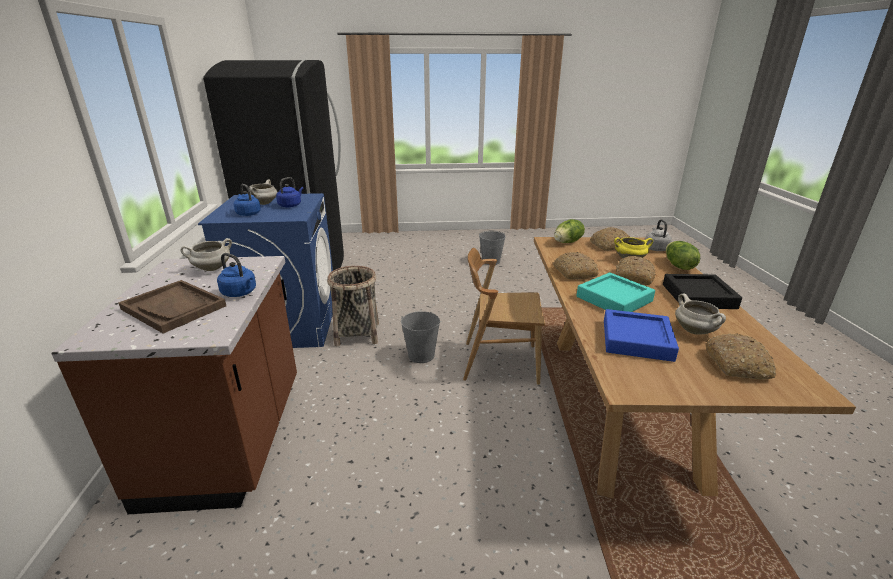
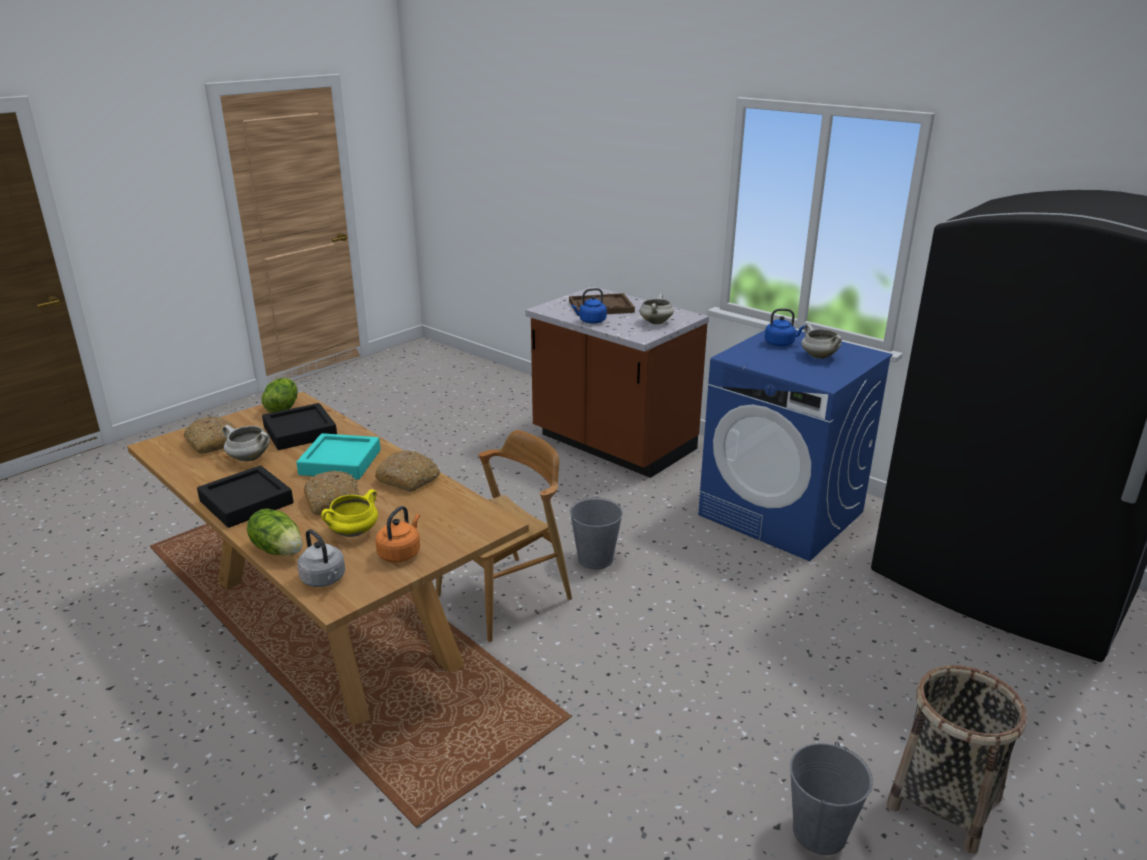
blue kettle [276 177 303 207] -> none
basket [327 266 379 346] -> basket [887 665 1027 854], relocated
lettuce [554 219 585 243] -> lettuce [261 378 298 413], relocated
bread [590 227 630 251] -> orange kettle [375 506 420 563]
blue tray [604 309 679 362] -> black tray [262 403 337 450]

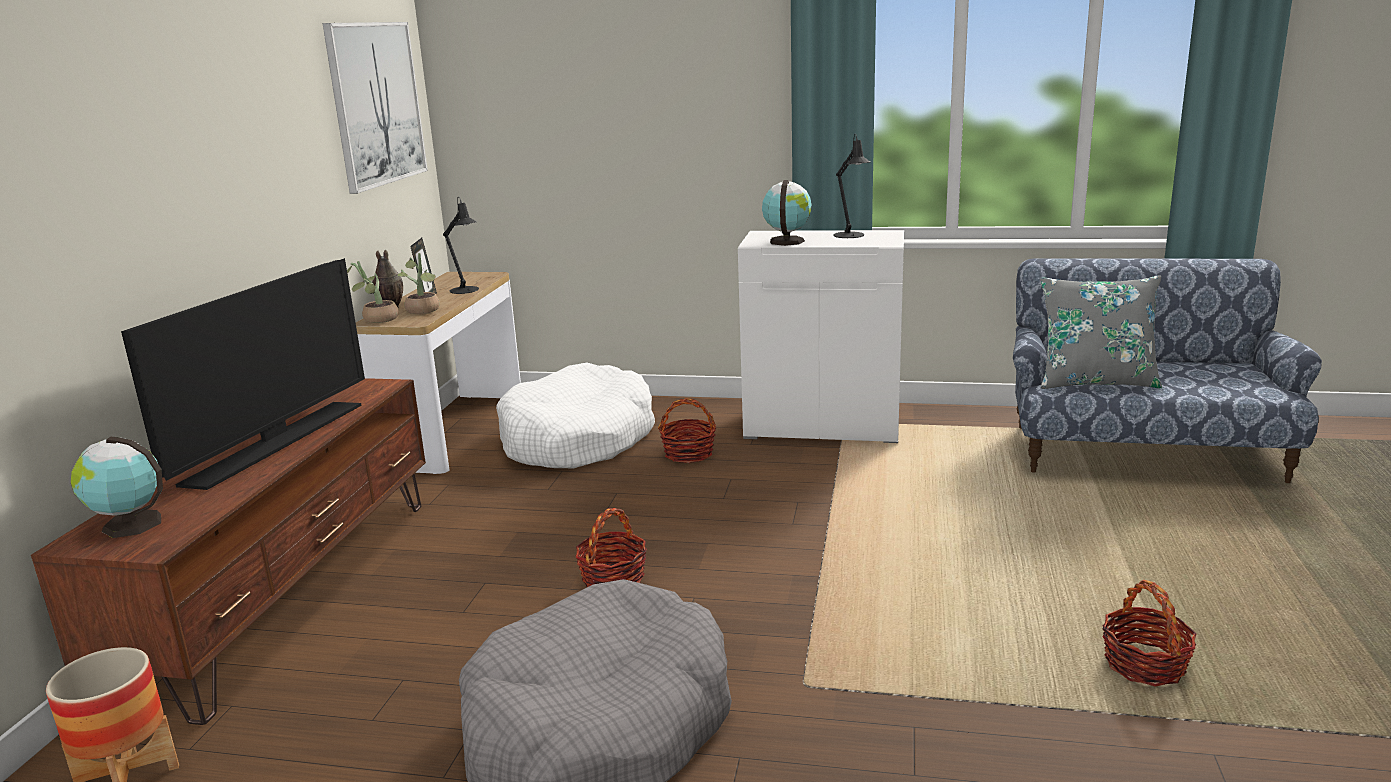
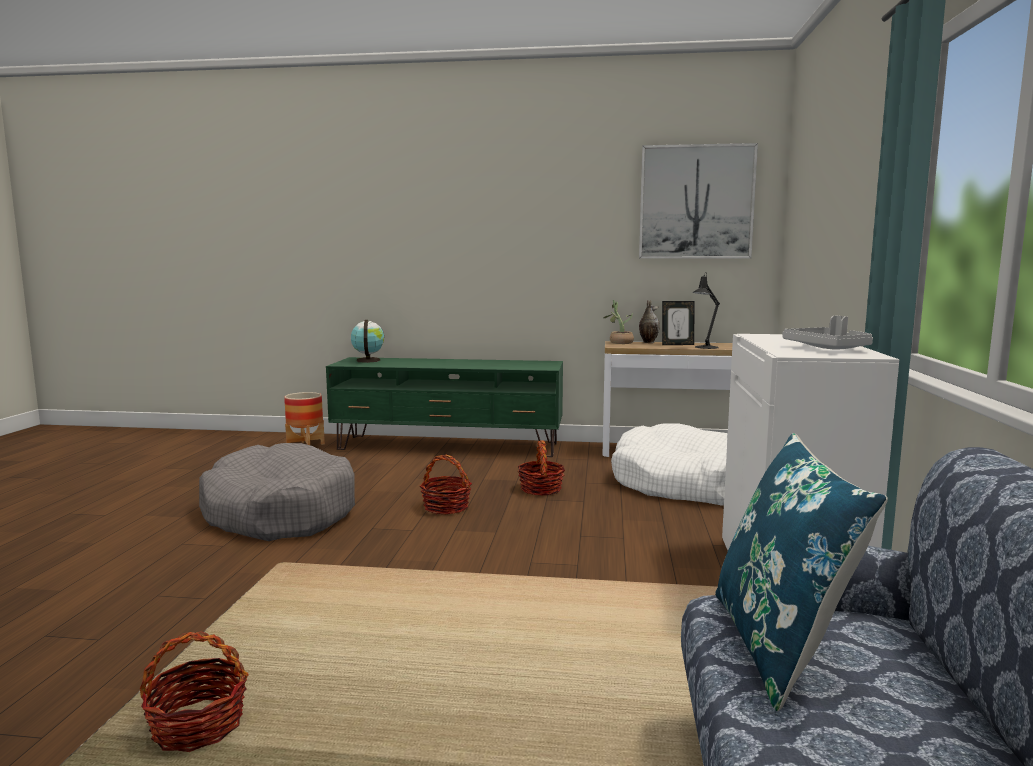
brown tv stand [31 378 426 725] -> green tv stand [326 357 563 457]
television [121 258 365 490] -> none
potted plant [397 253 440 314] -> none
basket [658 398 716 463] -> basket [518 440 565 496], relocated
globe [762 180 812 246] -> none
black table lamp [833 134 870 238] -> grey tray [782 316 873 349]
grey pillow [1041 275 1162 389] -> blue pillow [715 433 888 711]

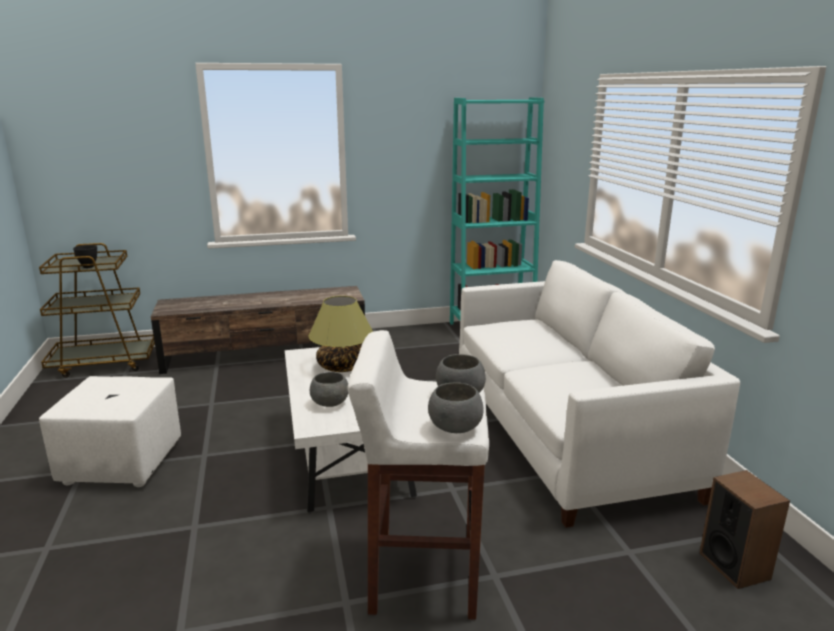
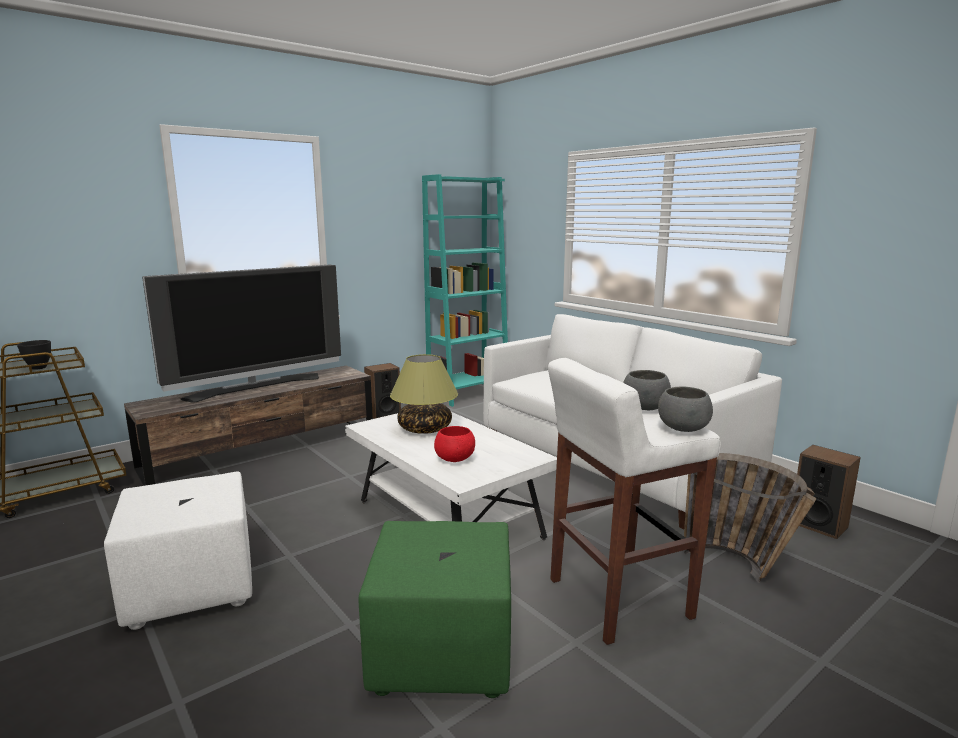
grey bowl [310 372 348 407] -> red bowl [434 426 475 462]
none -> television [142 264 341 403]
none -> green ottoman [358 521 511 698]
none -> speaker [364 363 401 419]
none -> basket [684 453 816 582]

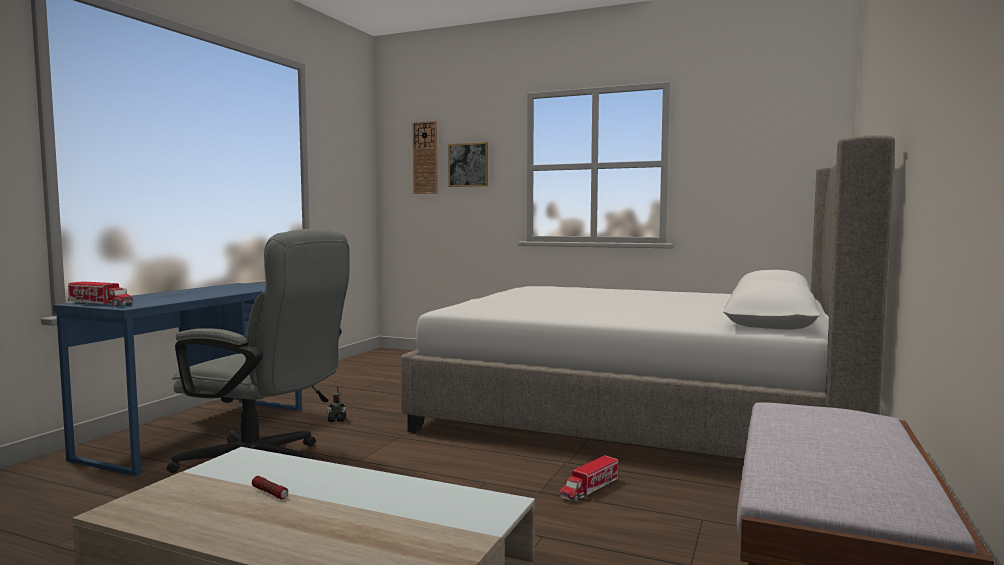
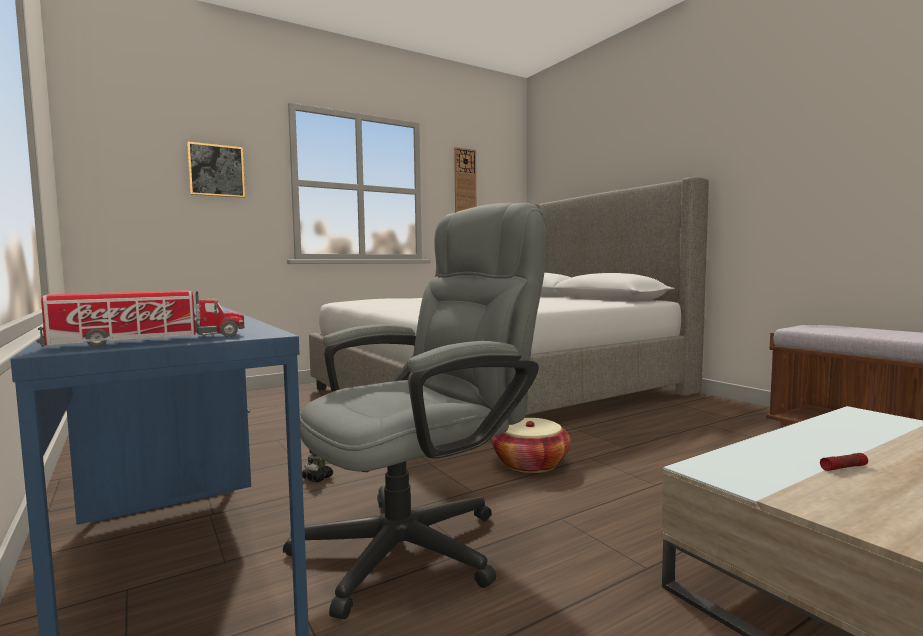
wall clock [413 121 438 194] -> wall clock [454 147 477 213], relocated
toy truck [559 455 619 502] -> none
none -> basket [491 418 571 473]

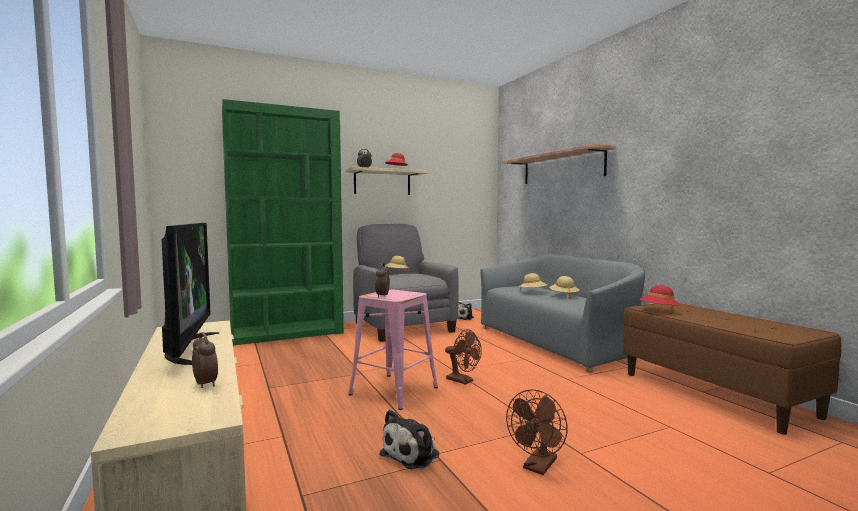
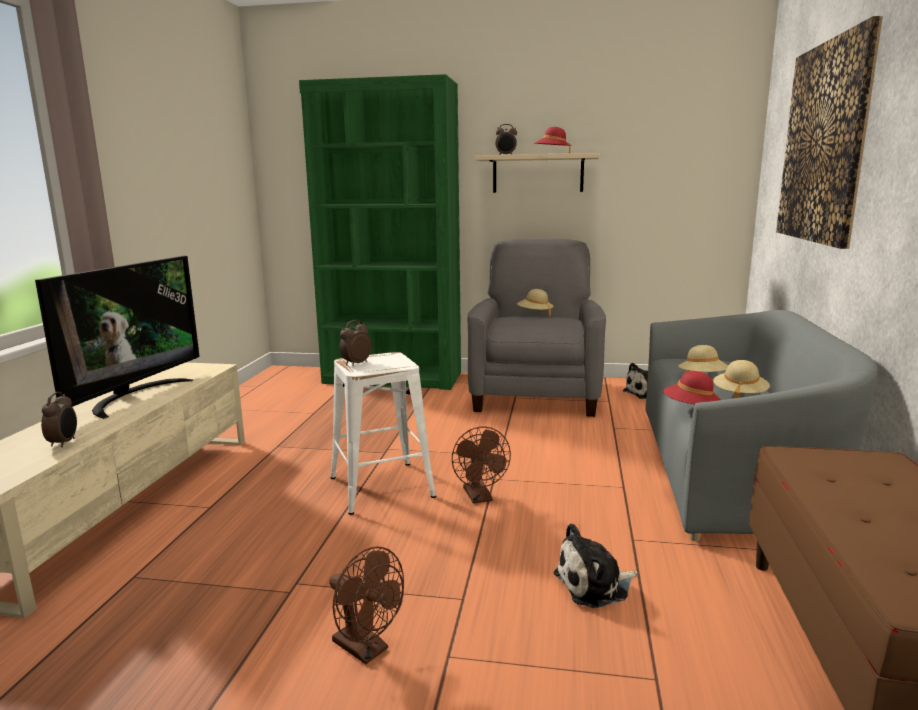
pink stool [348 290 438 410] -> white stool [331 352 436 515]
plush toy [379 409 439 469] -> plush toy [554 523 638 608], relocated
shelf [502 144 616 184] -> picture [776 16 883 249]
brown fan [506 389 568 475] -> brown fan [329 547 404 664], 120 degrees counterclockwise
red hat [639 285 681 310] -> red hat [663 371 721 404], relocated

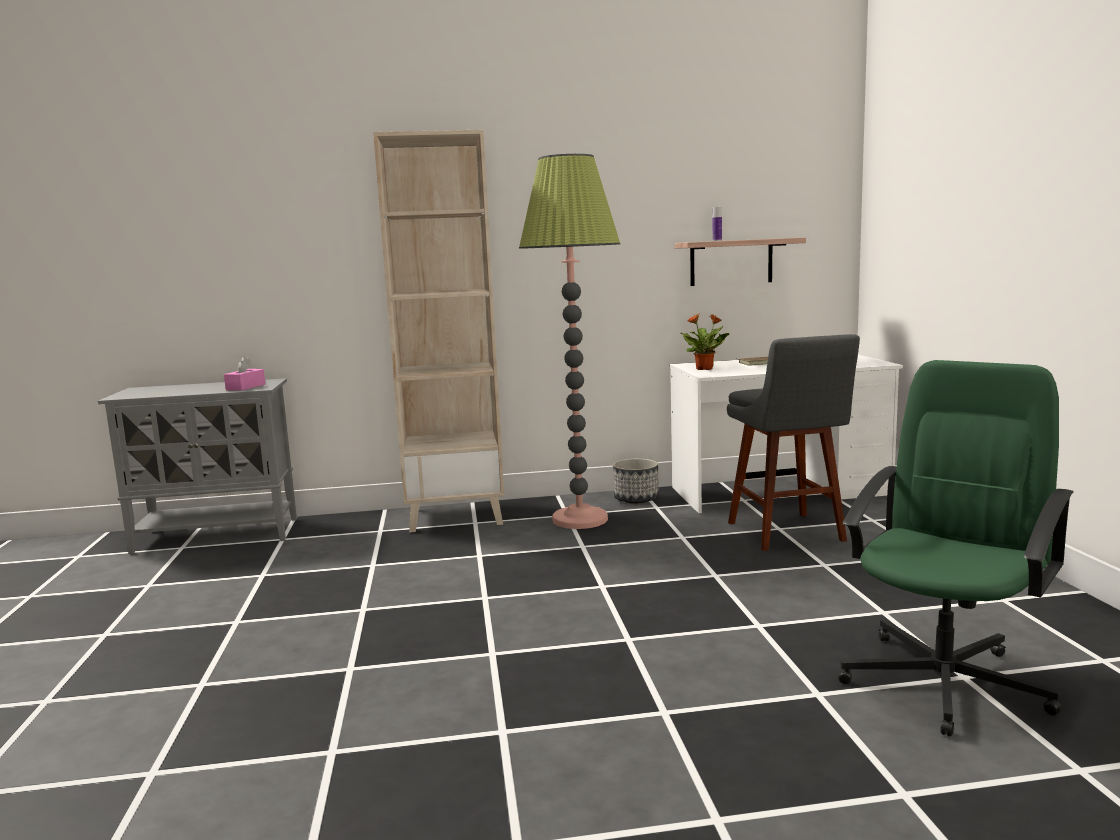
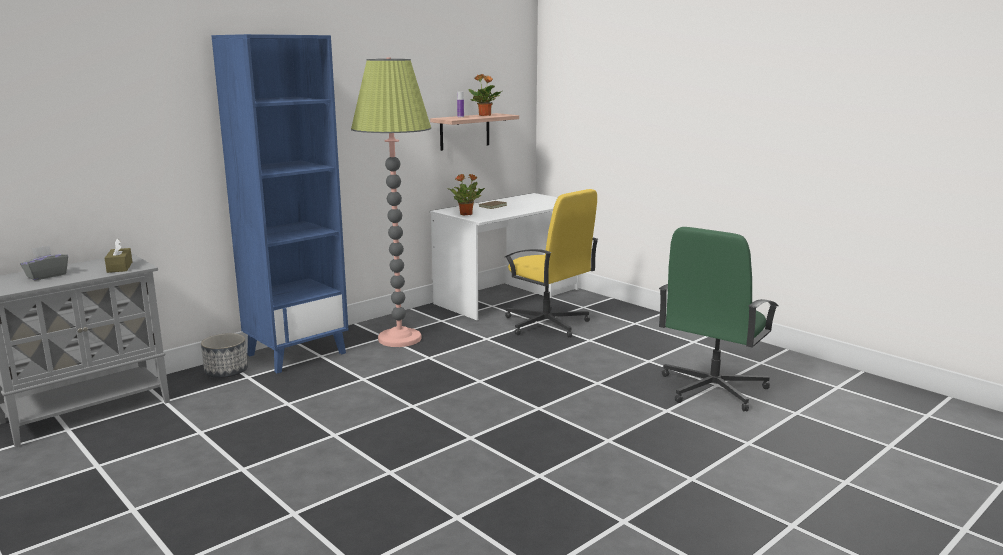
pink tissue box [224 356 265 391] -> brown tissue box [105 238 132 273]
beige bookcase [373 130 504 533] -> blue bookcase [211 34 348 373]
planter [613 458 659 503] -> planter [201 333 248 378], relocated
grey stool [727 334 860 551] -> yellow office chair [505 189 599 338]
green office chair [838 360 1074 737] -> green office chair [659 227 779 411], 150 degrees counterclockwise
none -> grey tissue box [20 246 68 280]
none -> potted plant [468 74 502 116]

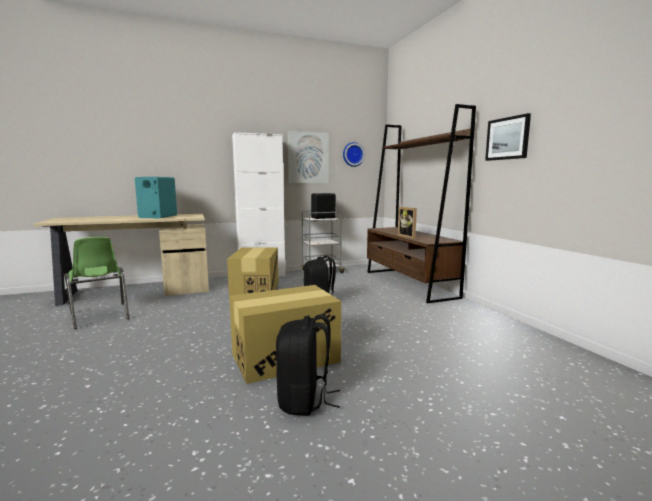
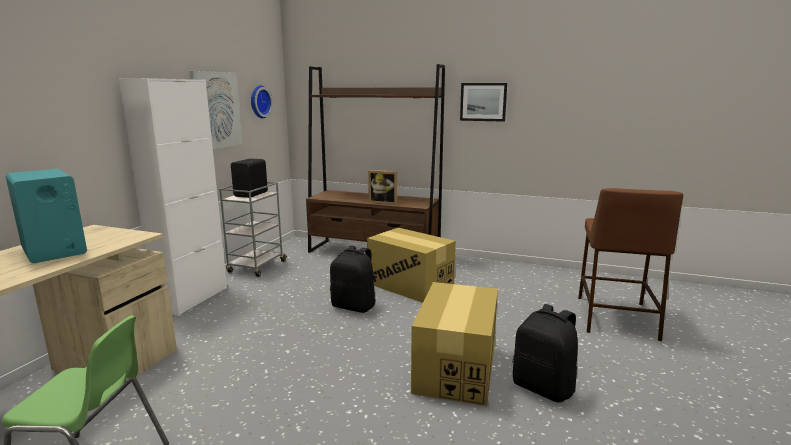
cardboard box [227 248 279 299] -> cardboard box [367 228 456 303], relocated
none -> brown stool [578 188 683 341]

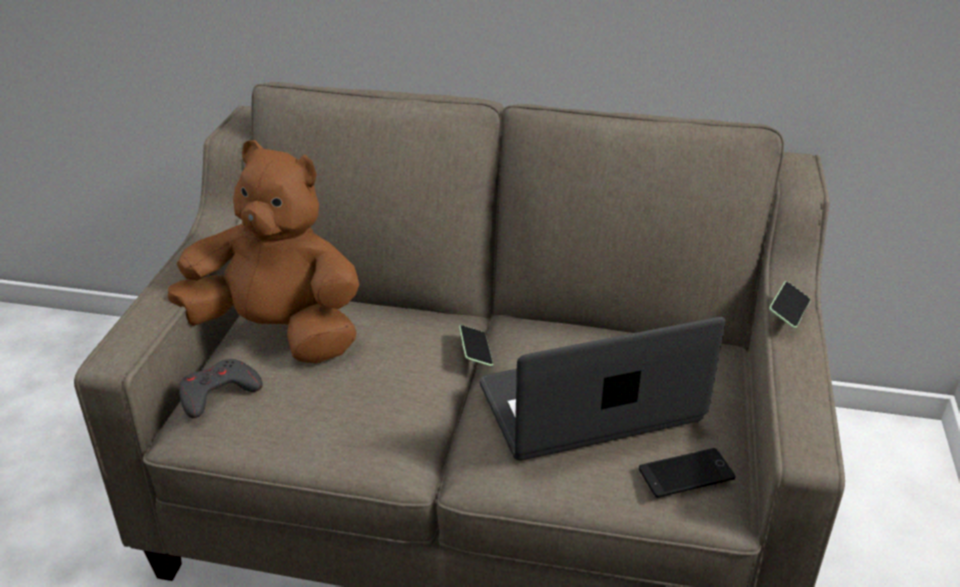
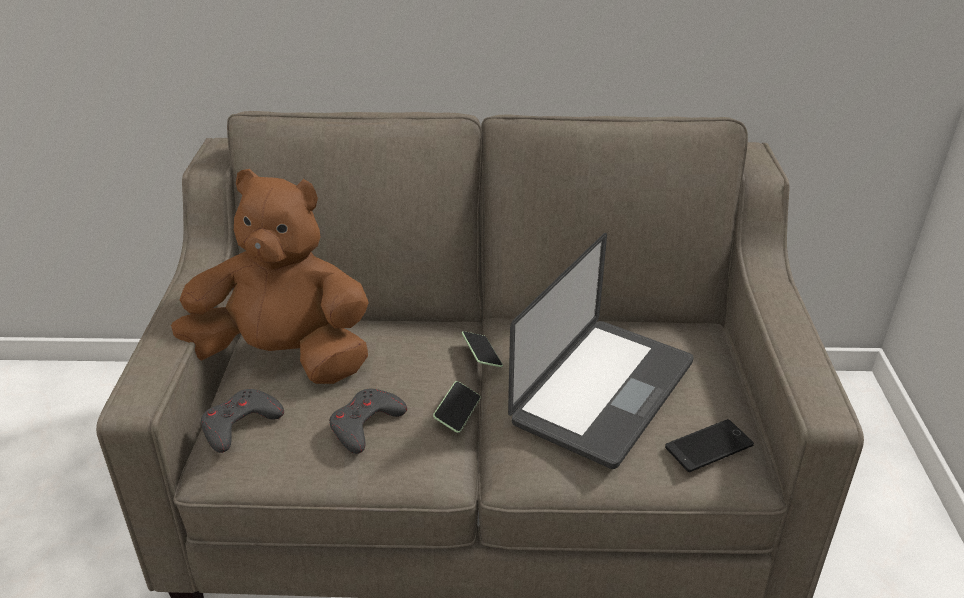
laptop [480 317 726 461] -> laptop [508 233 694 469], 150 degrees clockwise
phone [769 281 811 328] -> phone [433 381 481 433], relocated
none -> grey game controller [329 389 407 454]

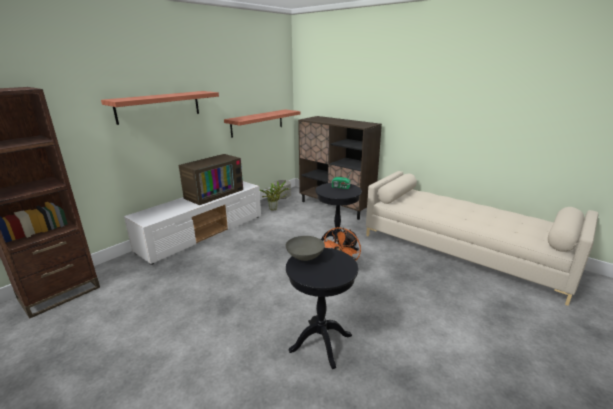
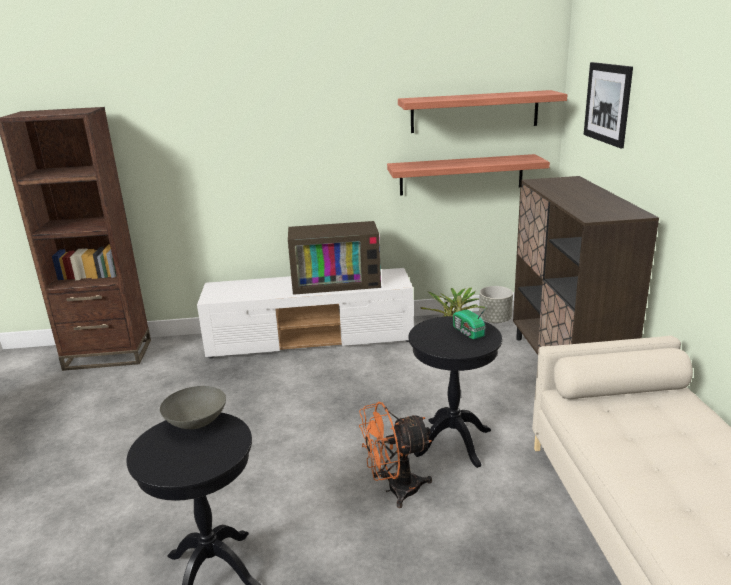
shelf [101 91 219 125] -> shelf [398 90 568 133], relocated
none -> picture [584 62 633 148]

